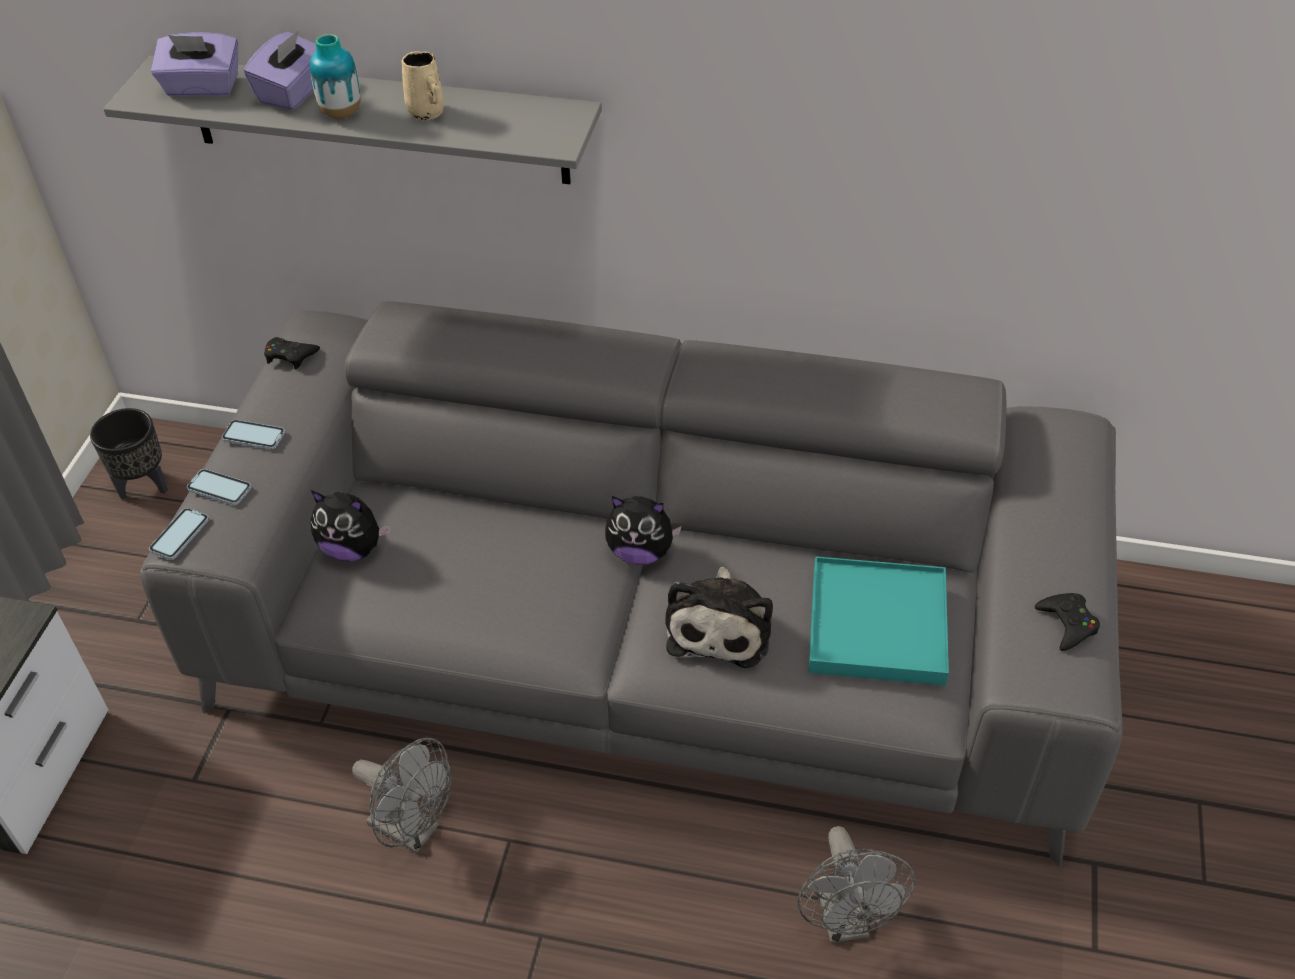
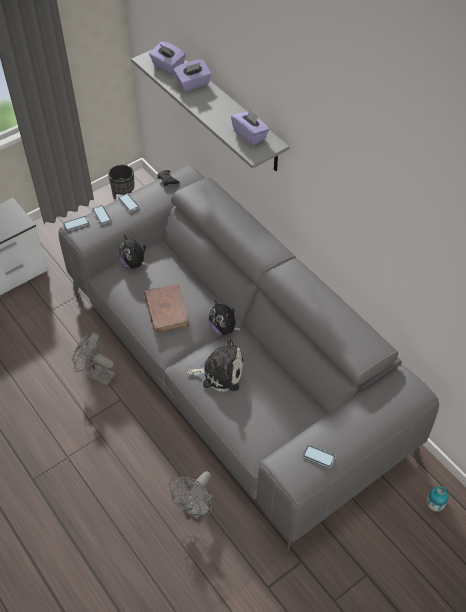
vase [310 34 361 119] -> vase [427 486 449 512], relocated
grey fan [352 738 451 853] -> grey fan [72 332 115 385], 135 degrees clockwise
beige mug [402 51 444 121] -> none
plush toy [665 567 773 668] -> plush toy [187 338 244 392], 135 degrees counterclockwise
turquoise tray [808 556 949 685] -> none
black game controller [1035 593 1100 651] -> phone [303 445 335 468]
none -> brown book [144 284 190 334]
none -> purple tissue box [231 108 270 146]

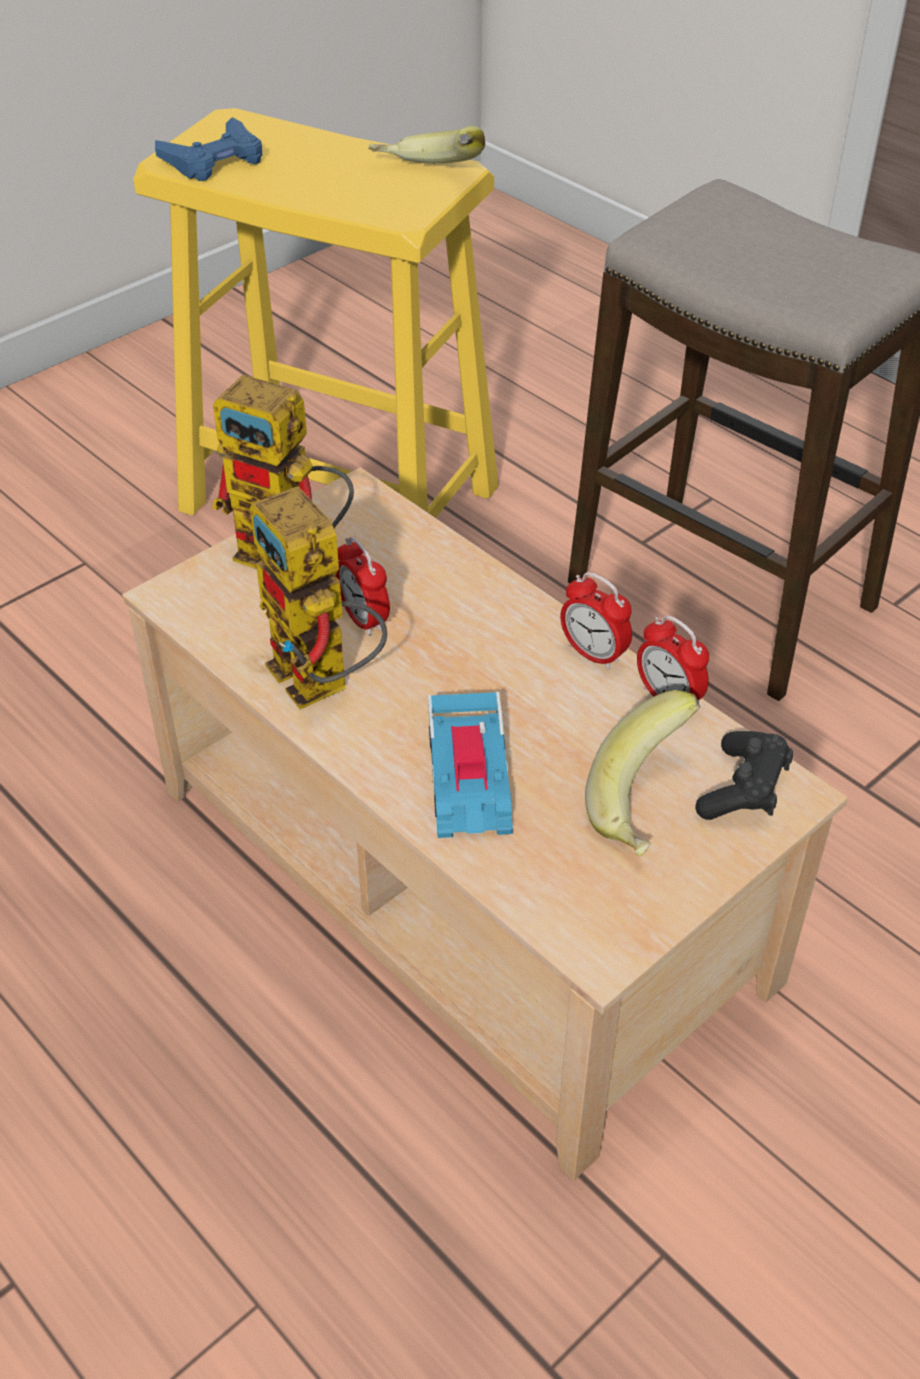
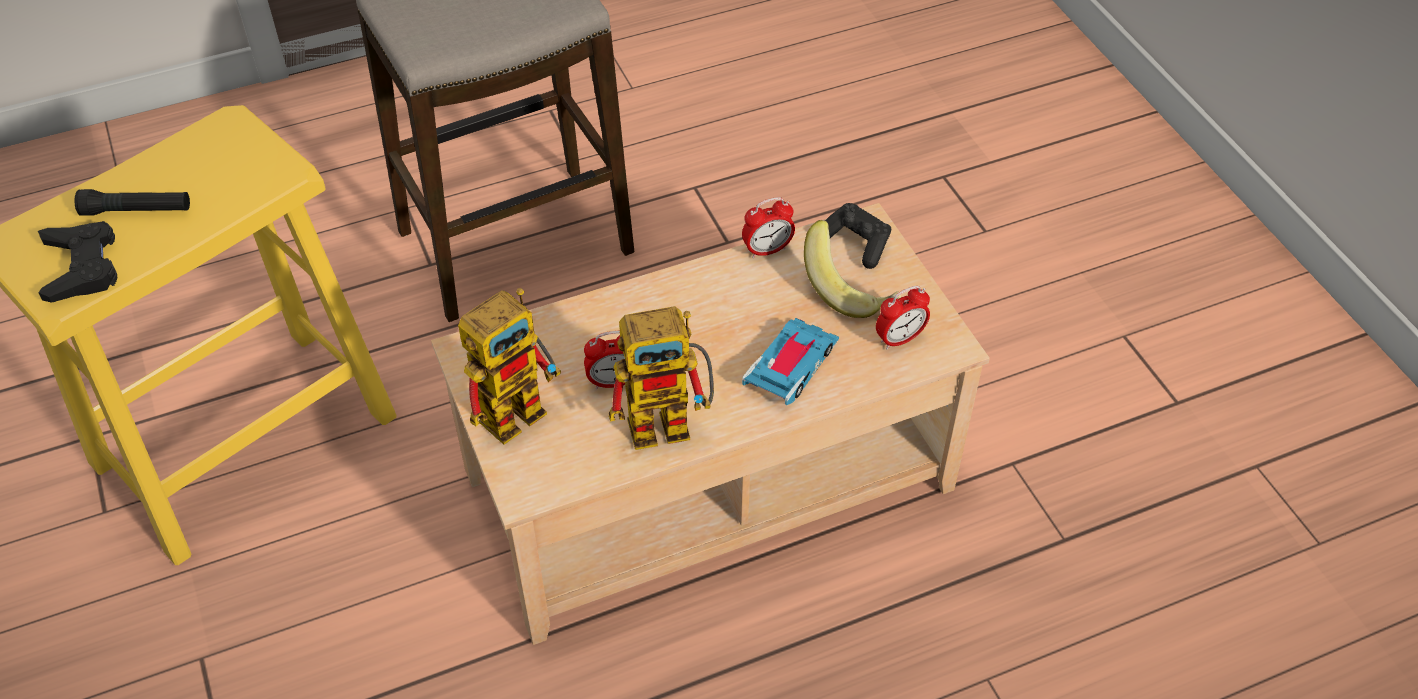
blue game controller [155 117 262 181] -> black game controller [38 221 117 303]
banana [368 126 485 164] -> none
toy car [428 692 513 838] -> toy car [742 318 839 405], 75 degrees counterclockwise
alarm clock [560 572 632 670] -> alarm clock [876 286 930 350], relocated
none -> black flashlight [74 189 190 216]

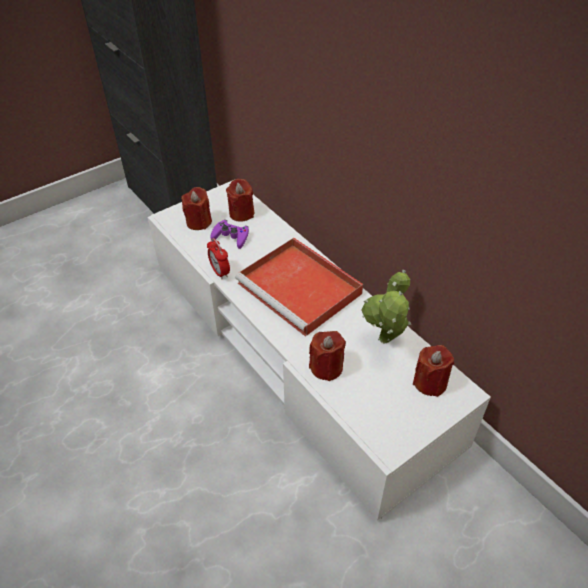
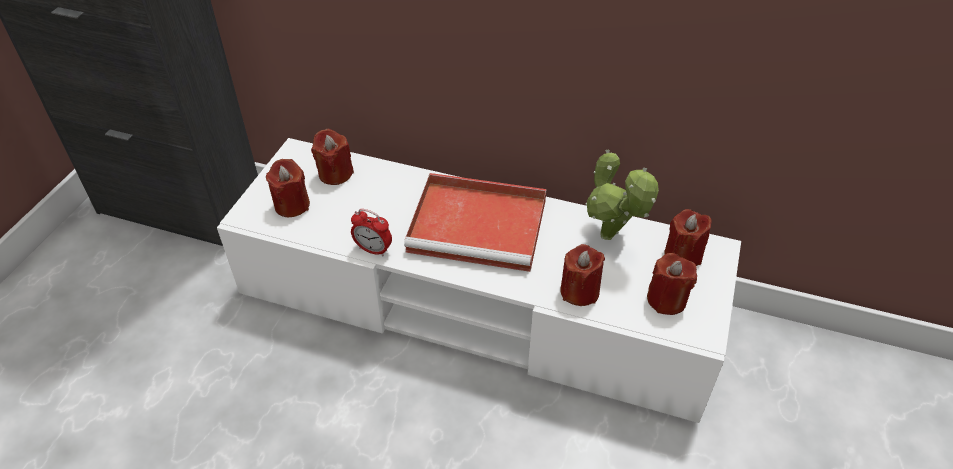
purple game controller [210 220 249 249] -> none
none -> red candle [647 253 697 315]

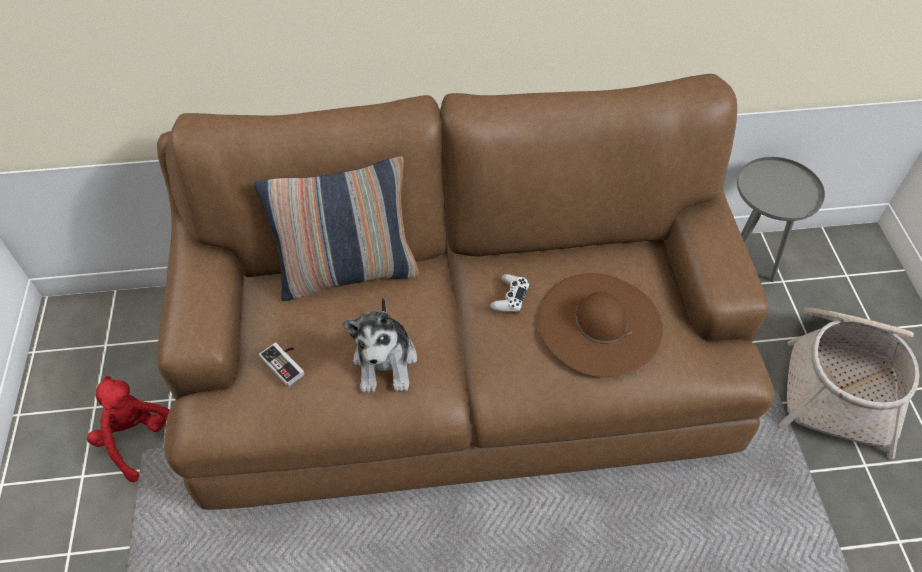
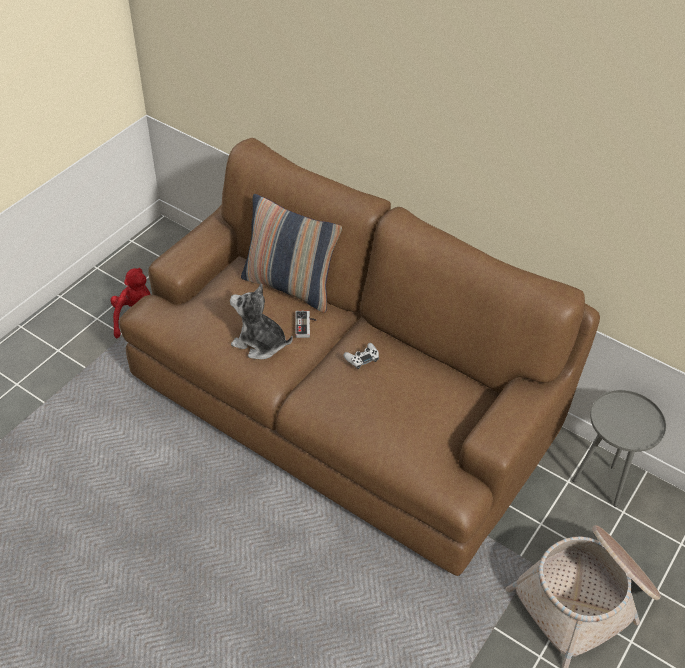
game controller [259 342 305 387] -> game controller [295 311 317 338], relocated
plush toy [342 296 417 393] -> plush toy [230 284 293 359], 75 degrees clockwise
brown hat [537 273 663 377] -> none

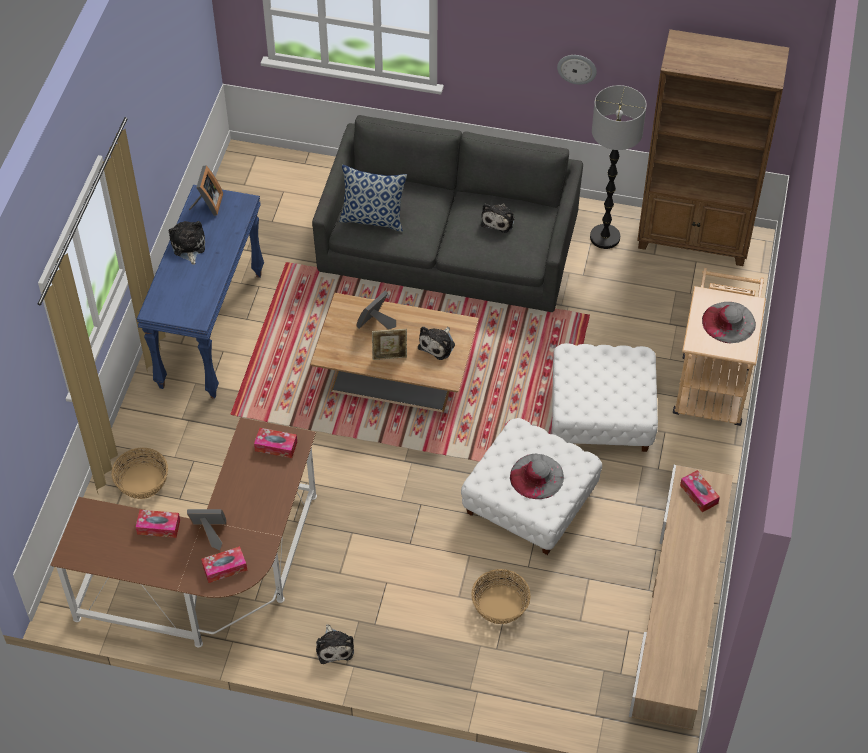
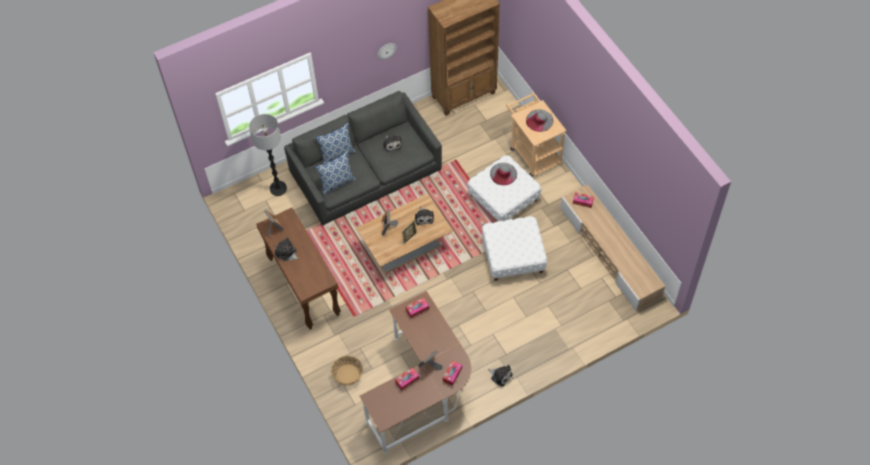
blue console table [137 185 264 399] -> brown console table [256 208 341 329]
basket [471 569 531 624] -> none
grey hat [510 454 564 499] -> grey hat [490 163 517 185], relocated
floor lamp [590 85 647 249] -> floor lamp [249 114 287 196], relocated
none -> pillow [315 123 356 164]

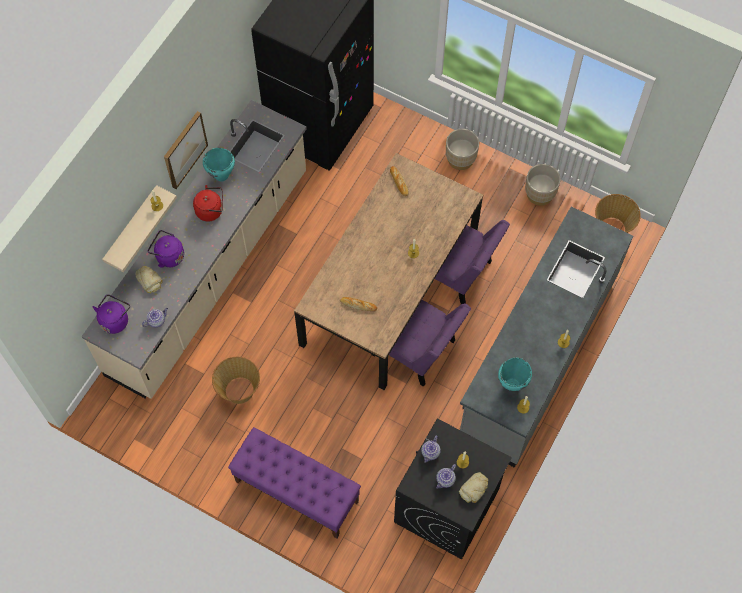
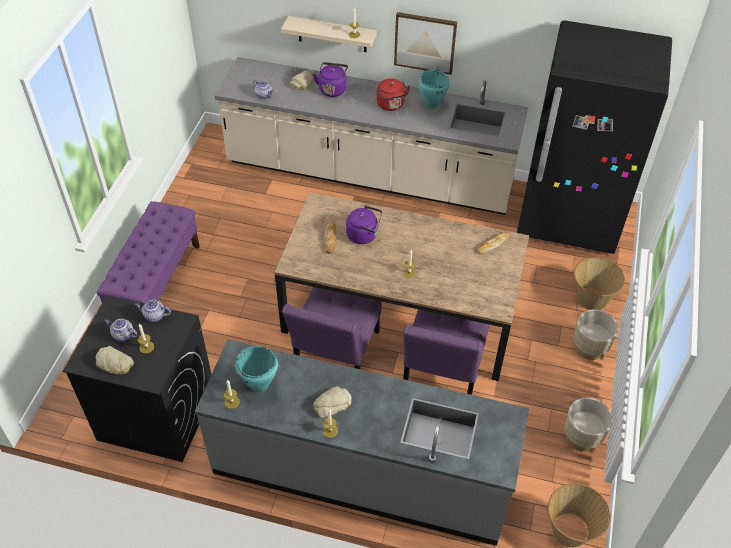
purple kettle [93 295 130 334] -> purple kettle [346 206 382 244], relocated
basket [212 357 260 404] -> basket [574 257 625 310], relocated
none -> bread [313 386 352 418]

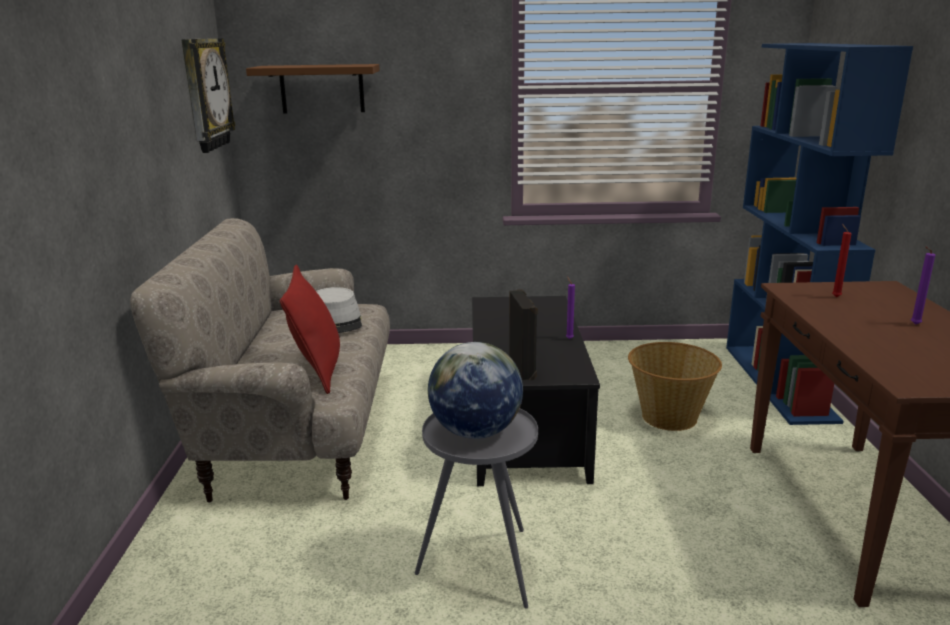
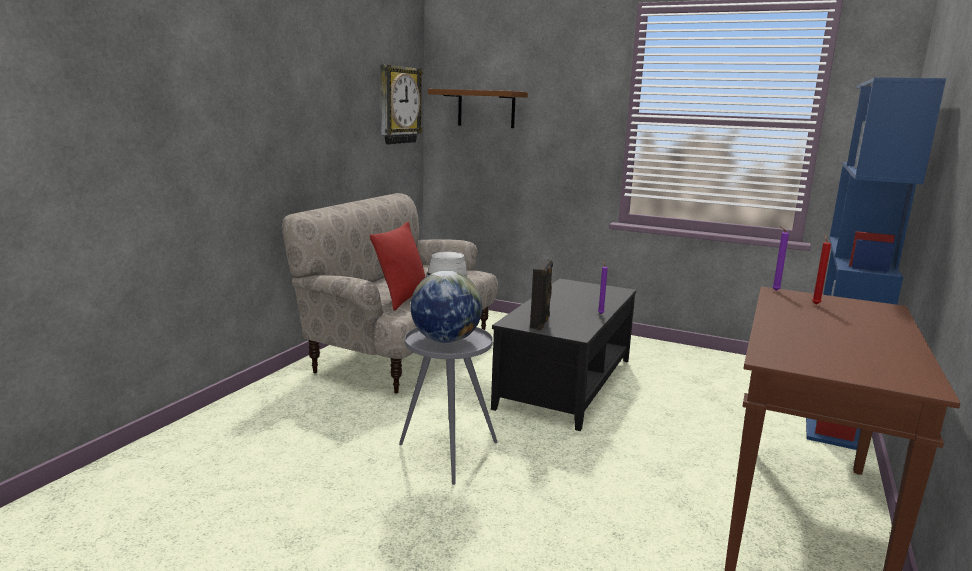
basket [628 342 722 431] -> none
purple candle [911 247 935 325] -> purple candle [772 226 789 291], relocated

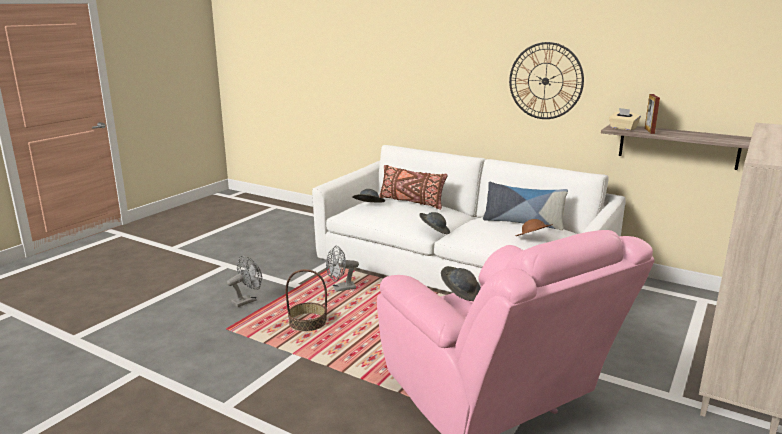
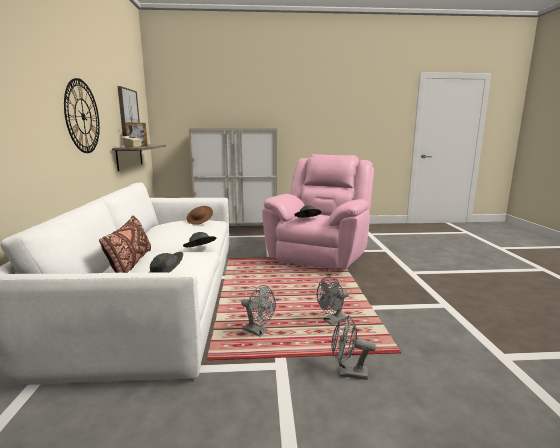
basket [286 269 327 331] -> grey fan [317 277 349 325]
pillow [483 182 568 230] -> none
none -> picture [118 86 140 136]

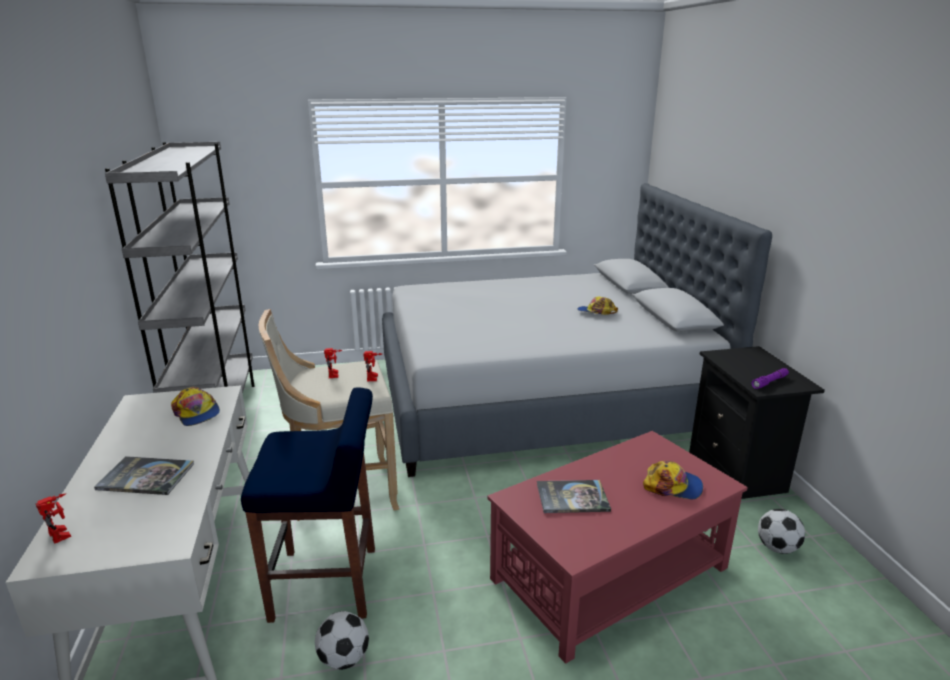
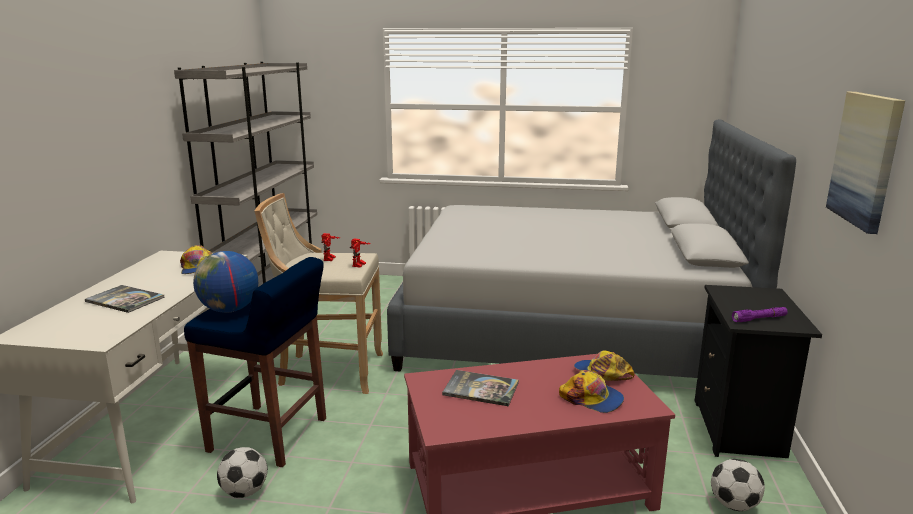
toy robot [36 493 71 544] -> none
cap [577 297 618 315] -> cap [574 351 635 381], relocated
none -> globe [193 251 258 313]
none -> picture [826 92 905 234]

